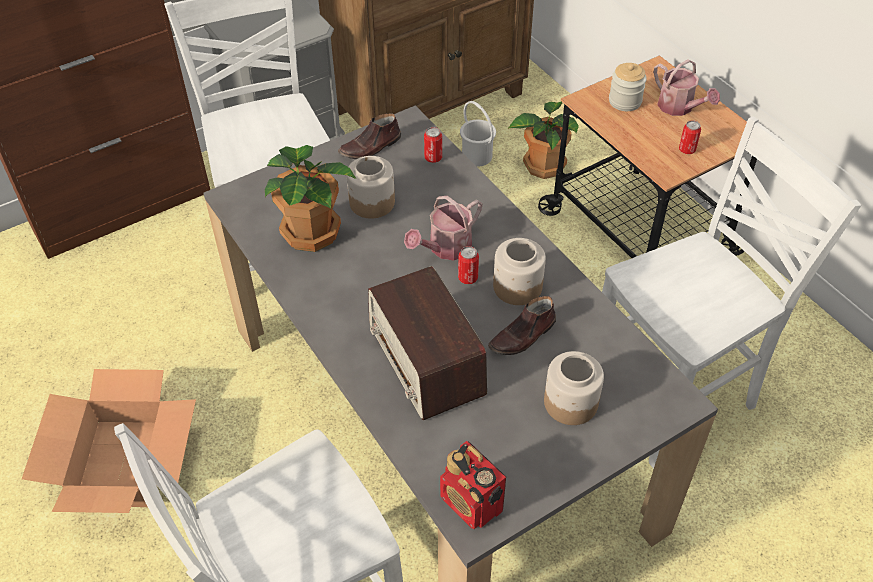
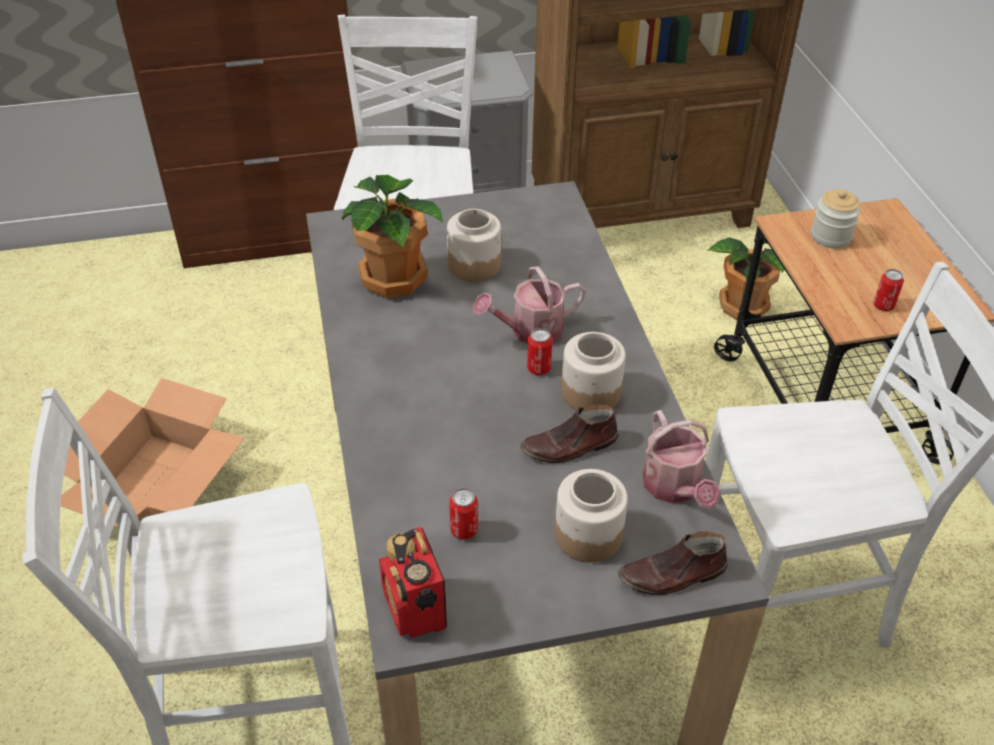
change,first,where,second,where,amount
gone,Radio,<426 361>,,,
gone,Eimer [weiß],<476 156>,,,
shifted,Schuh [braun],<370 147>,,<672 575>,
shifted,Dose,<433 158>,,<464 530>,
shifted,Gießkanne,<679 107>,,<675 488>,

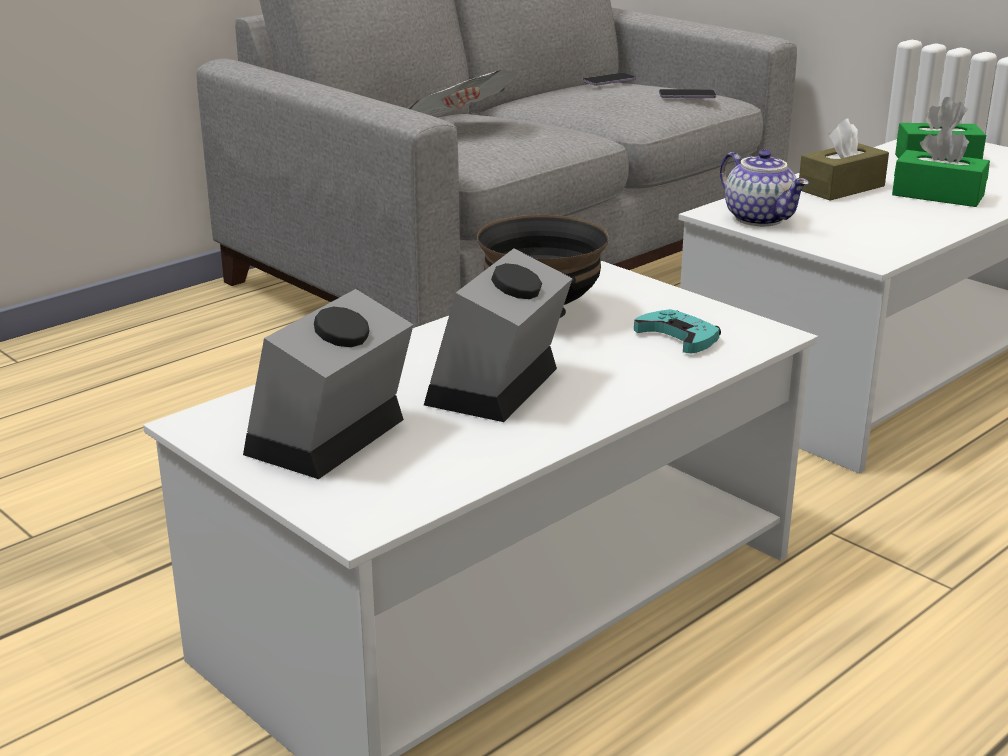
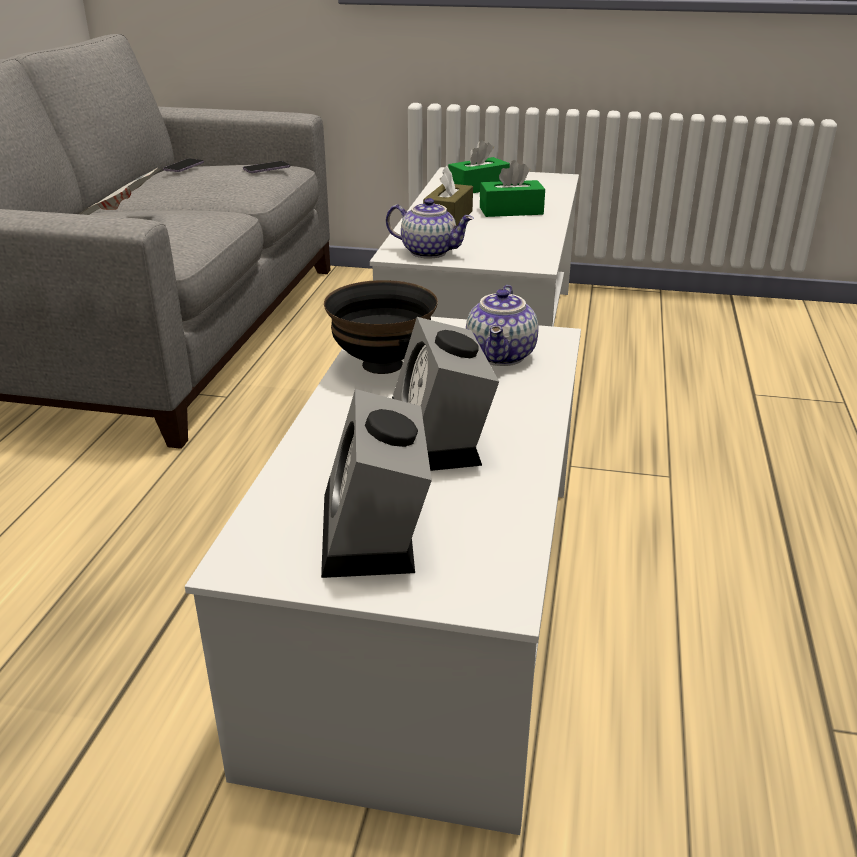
change,first,where,second,where,amount
swapped,Gamepad [türkis],<678 337>,Teekanne,<502 356>,

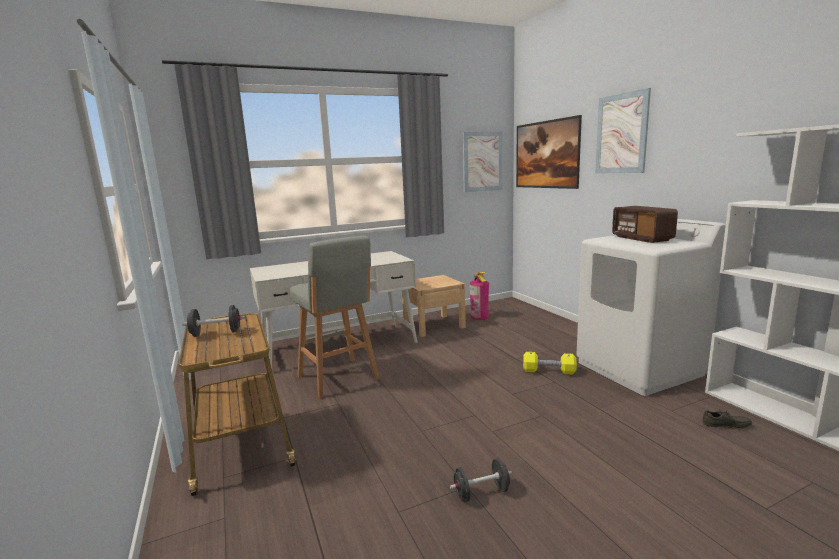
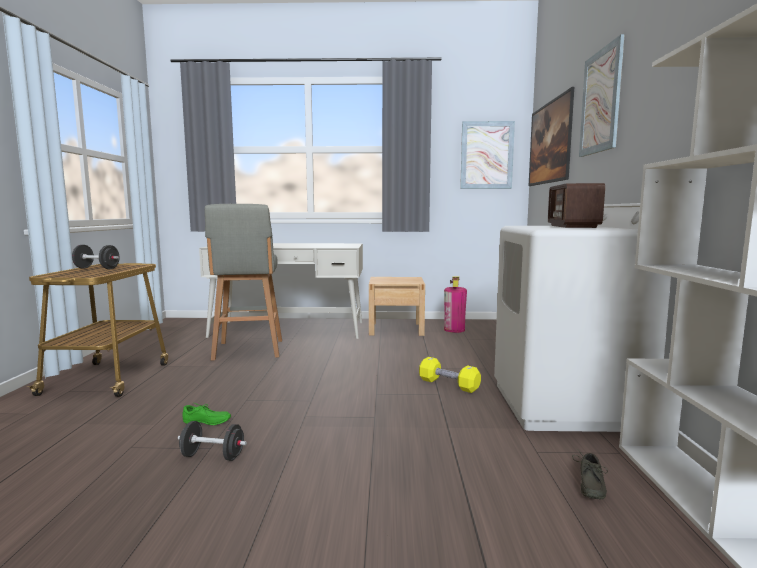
change,first,where,second,where,amount
new,,,Schuh [grün],<206 422>,
rotated,Schuh [grau],<726 426>,,<588 486>,75 degrees clockwise

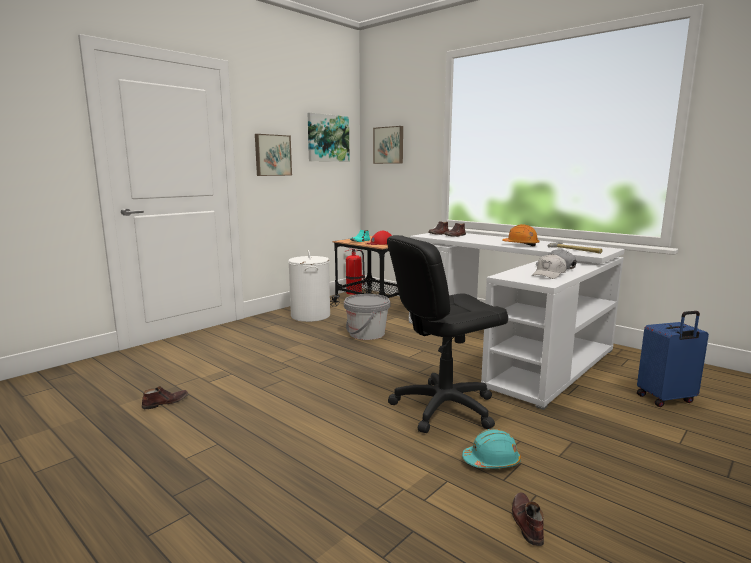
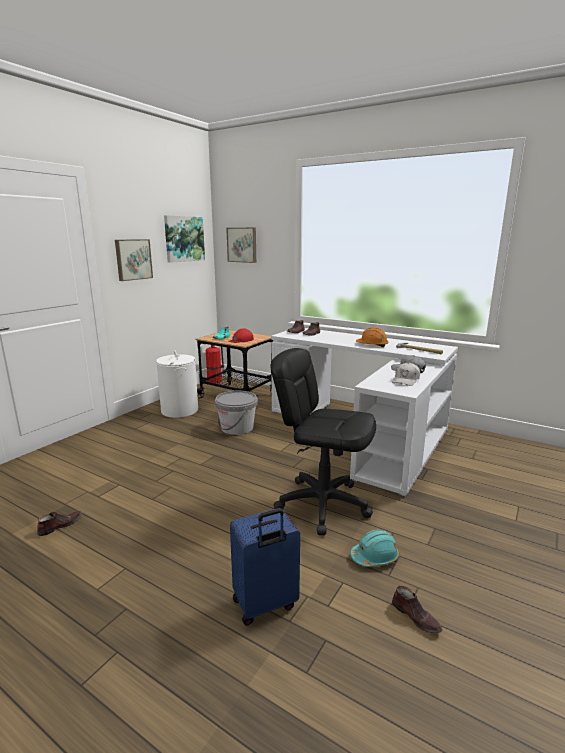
change,first,where,second,where,amount
shifted,Koffer [blau],<666 399>,,<265 605>,
rotated,Bürostuhl [schwarz],<443 408>,,<322 504>,60 degrees clockwise
rotated,Schuh [braun],<526 523>,,<416 617>,150 degrees clockwise

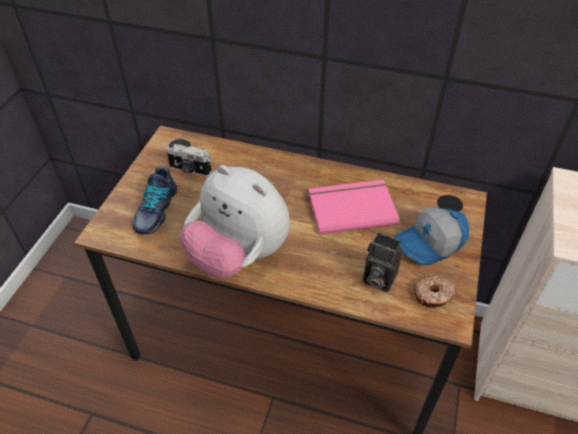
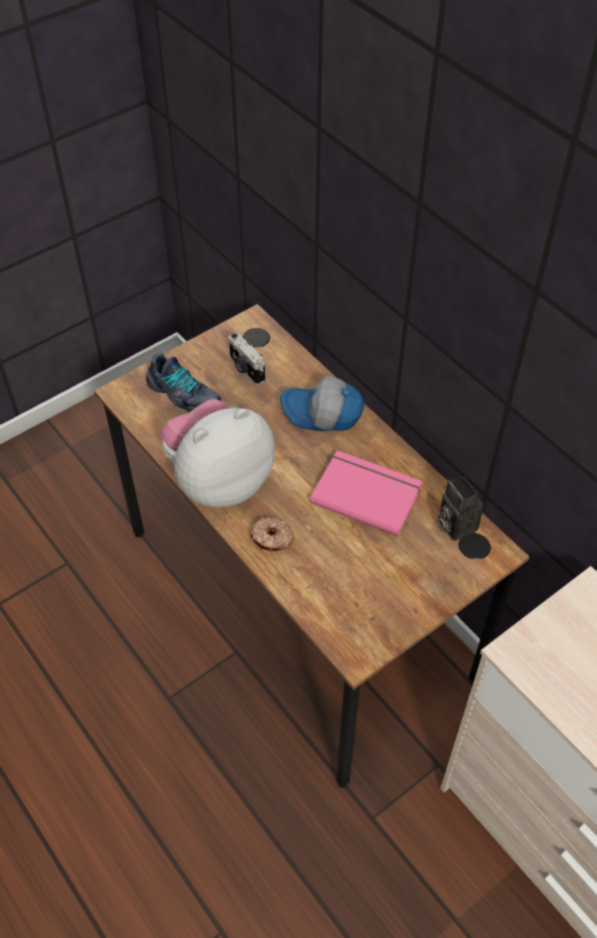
change,first,where,second,where,amount
shifted,Kamera,<377 278>,,<454 524>,
shifted,Kappe,<430 244>,,<322 414>,
shifted,Donut,<433 295>,,<272 538>,
rotated,Schuh,<155 210>,,<183 395>,105 degrees counterclockwise
rotated,Plüschtier,<238 255>,,<219 480>,75 degrees clockwise

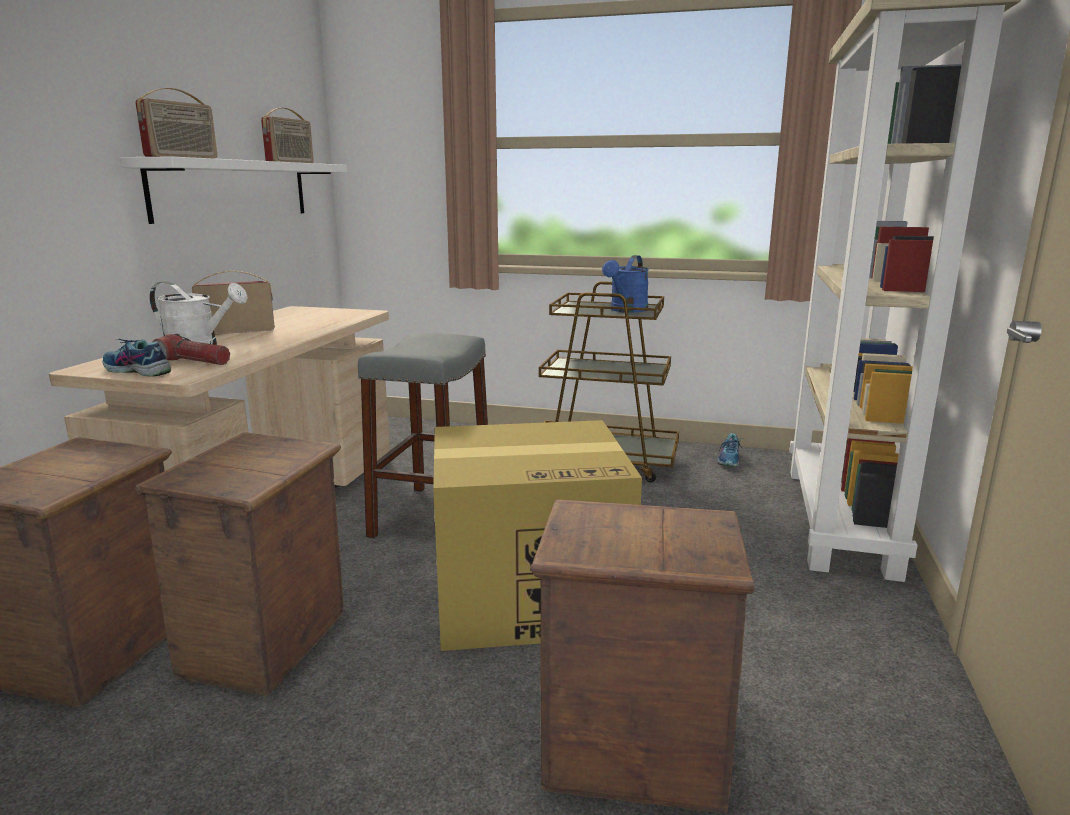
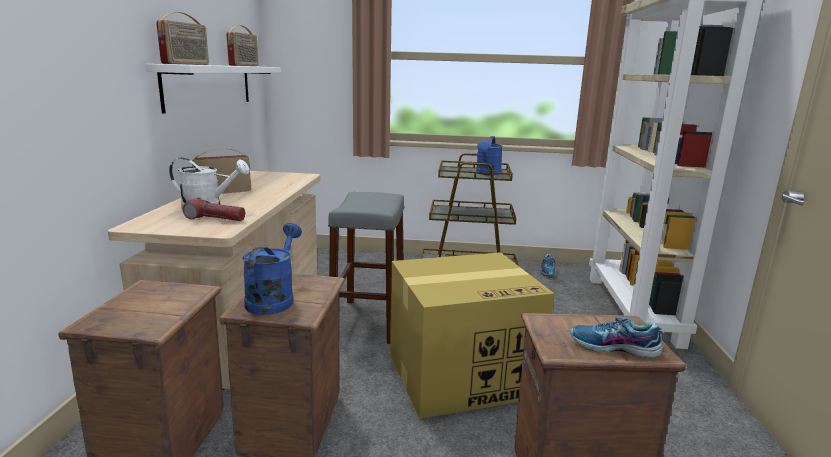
change,first,where,second,where,amount
new,,,Gießkanne [blau],<273 299>,
shifted,Schuh,<136 371>,,<614 348>,

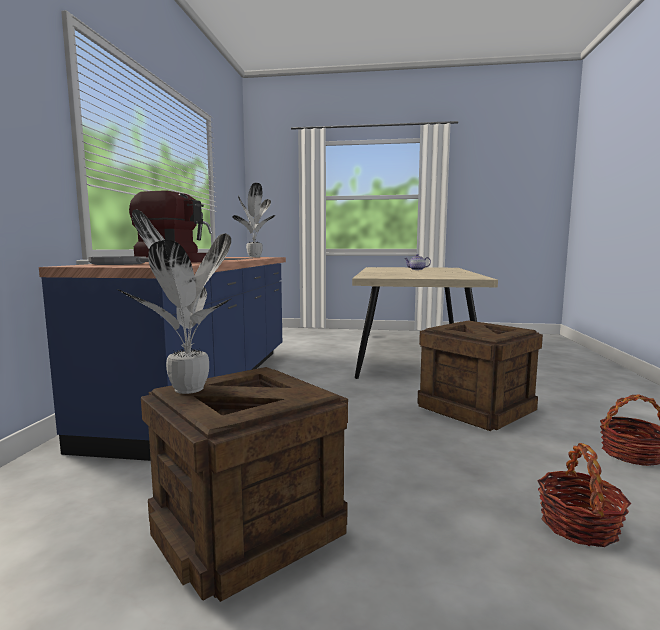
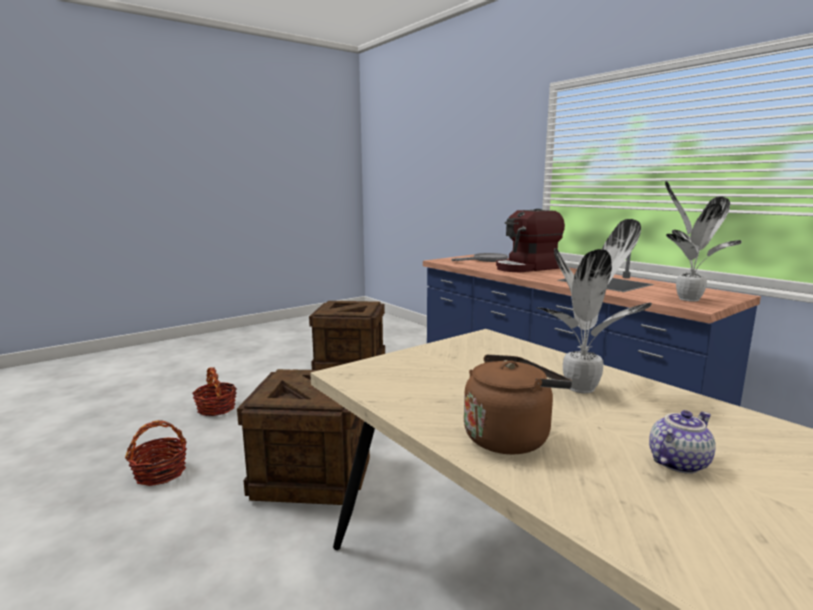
change,first,where,second,where,amount
new,,,Wasserkessel [braun],<509 437>,
shifted,Topfpflanze,<186 389>,,<583 387>,

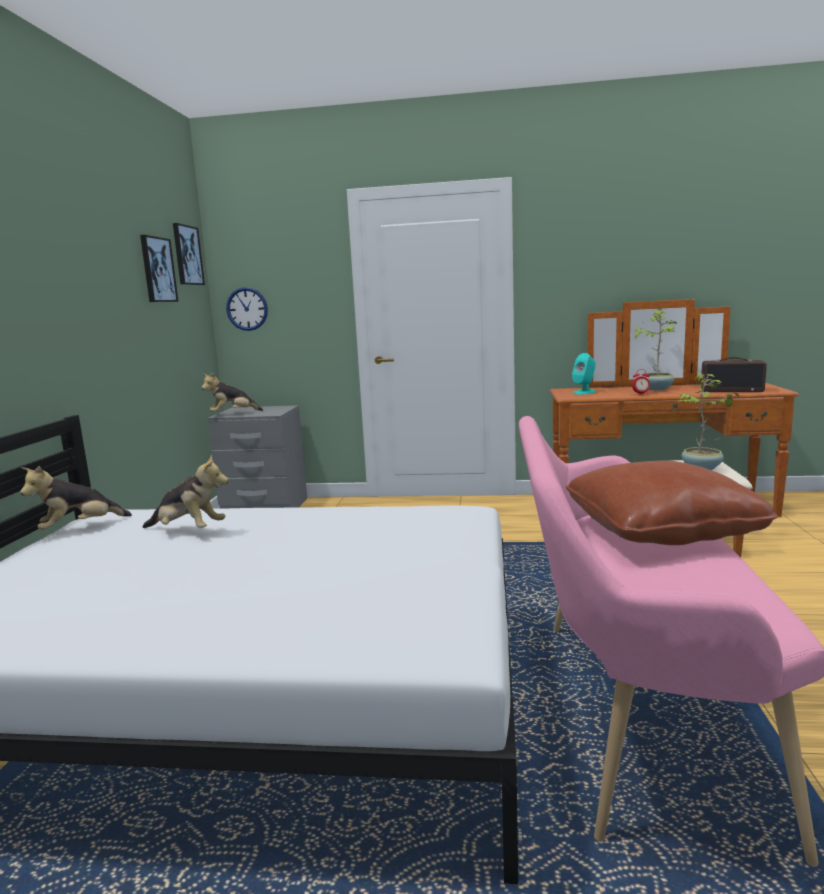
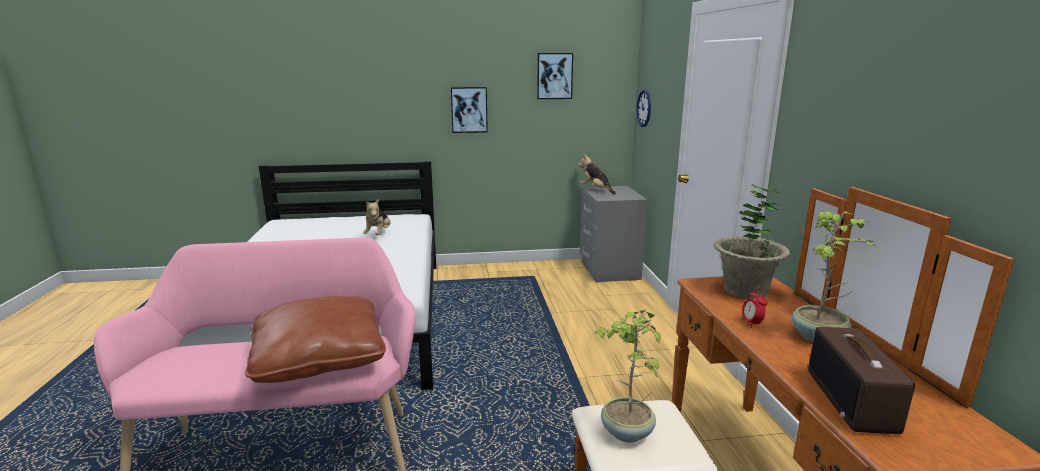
change,first,where,second,where,amount
gone,Plüschtier,<79 528>,,,
shifted,Bild,<187 255>,,<469 109>,
swapped,Lautsprecher [türkis],<584 392>,Topfpflanze,<745 290>,

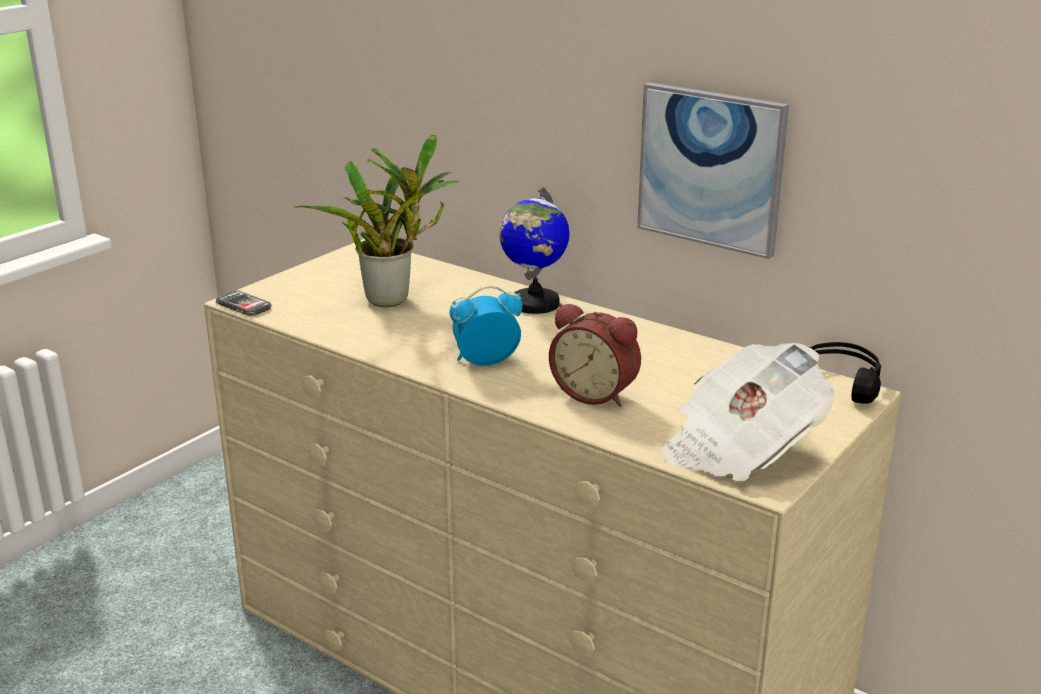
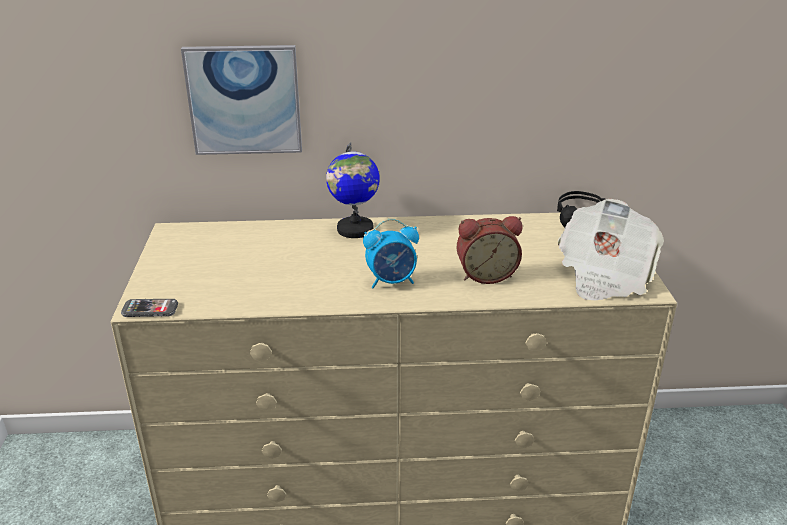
change,first,where,second,where,amount
gone,Topfpflanze,<393 299>,,,
shifted,Bild,<711 168>,,<244 100>,
rotated,Wecker,<485 362>,,<392 281>,135 degrees counterclockwise

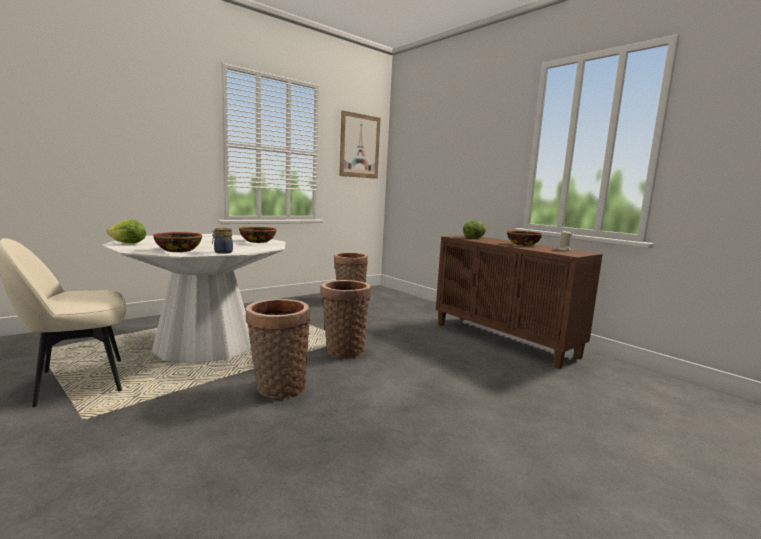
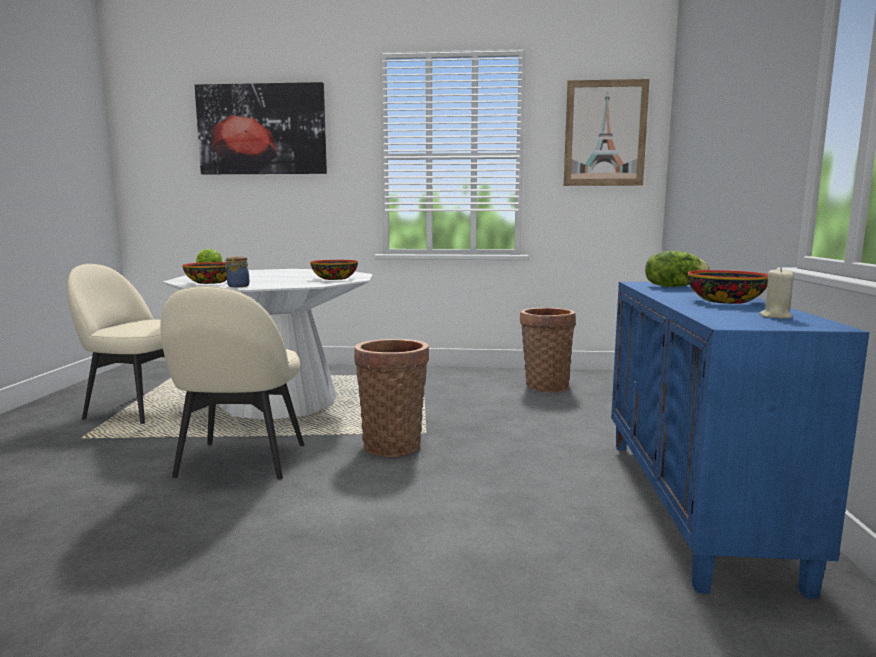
change,first,where,second,where,amount
new,,,Bild,<262 129>,
swapped,Korb,<277 388>,Stuhl [beige],<240 462>,
repainted,Schrank [braun],<505 339>,Schrank [blau],<695 505>,

